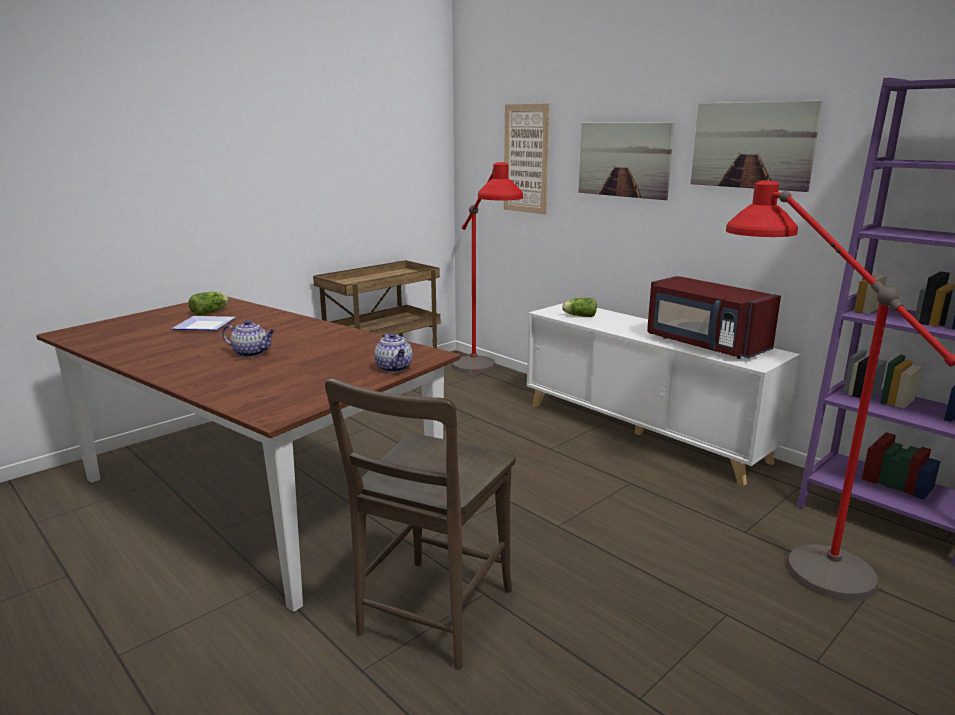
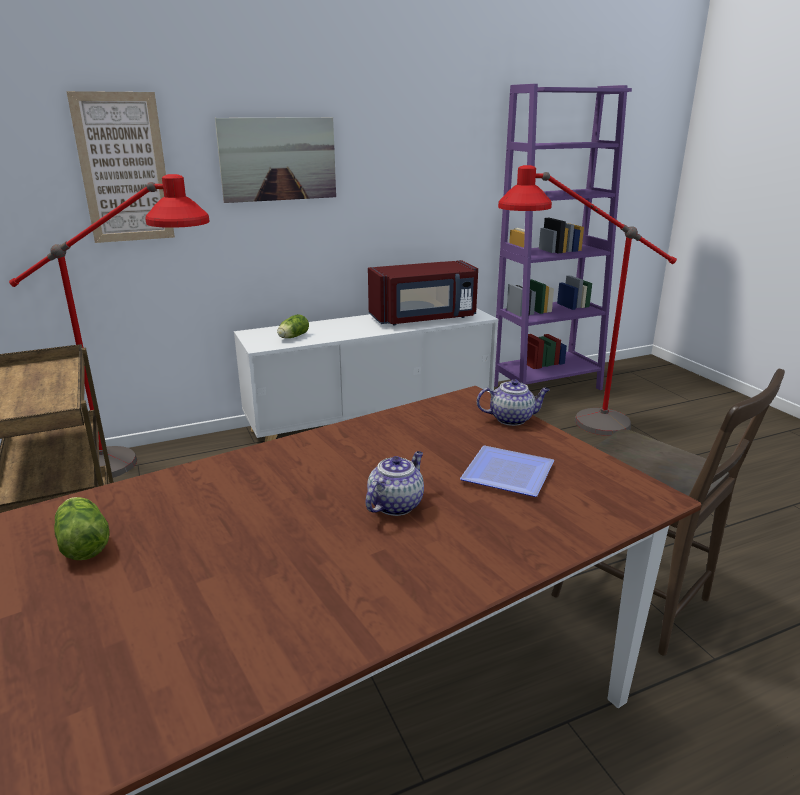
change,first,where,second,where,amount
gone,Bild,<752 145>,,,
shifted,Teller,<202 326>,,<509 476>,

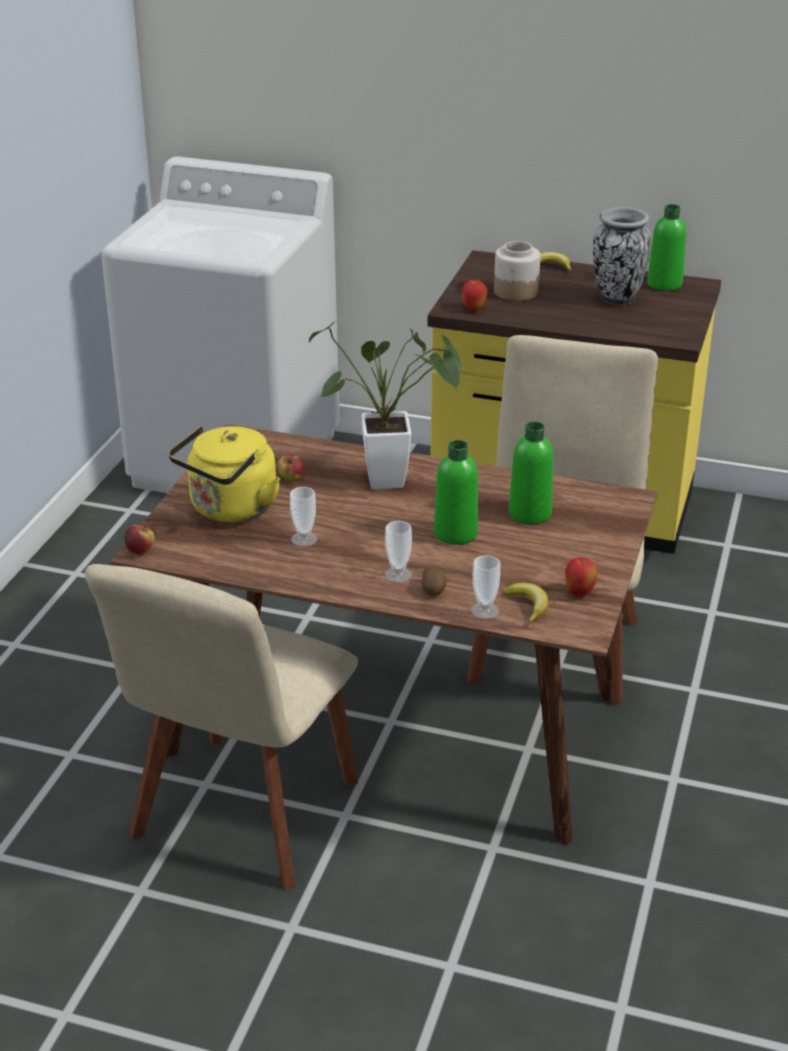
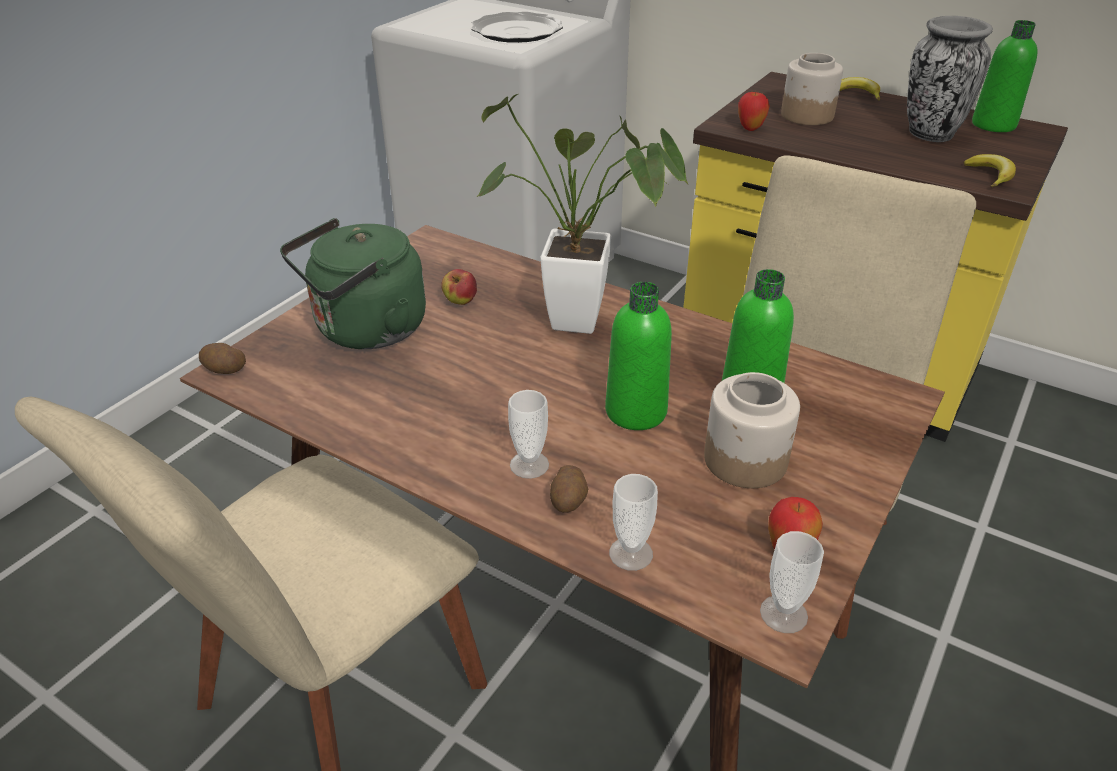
change,first,where,second,where,amount
new,,,Teller,<516 31>,
new,,,Vorratsglas,<746 460>,
shifted,Tasse,<304 539>,,<783 614>,
shifted,Banane,<528 606>,,<990 176>,
swapped,Apfel,<140 551>,Kartoffel,<224 370>,
repainted,Wasserkessel [gelb],<230 510>,Wasserkessel [grün],<365 331>,

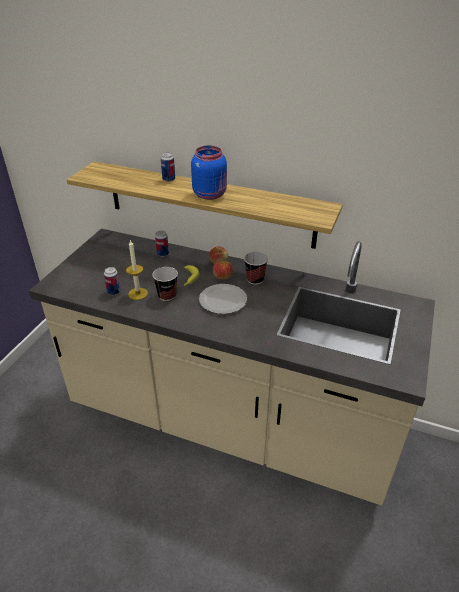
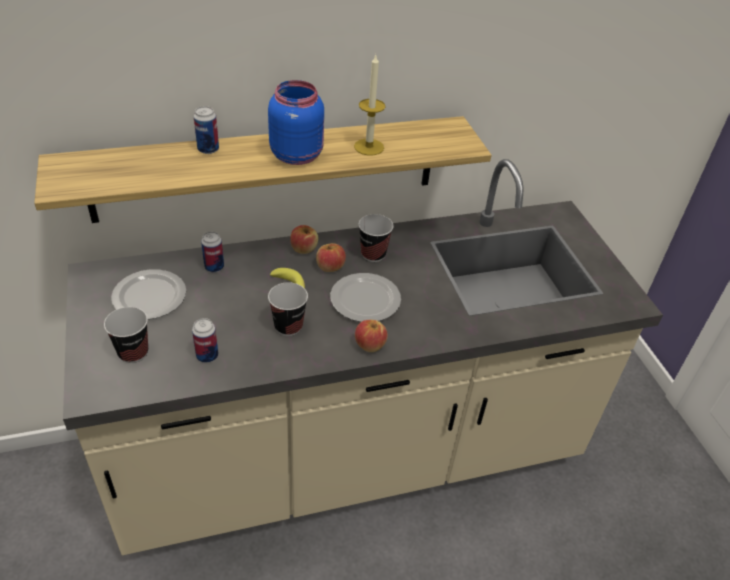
change,first,where,second,where,amount
new,,,Tasse,<133 352>,
new,,,Teller,<148 297>,
new,,,Apfel,<370 344>,
shifted,Kerze,<138 293>,,<369 147>,

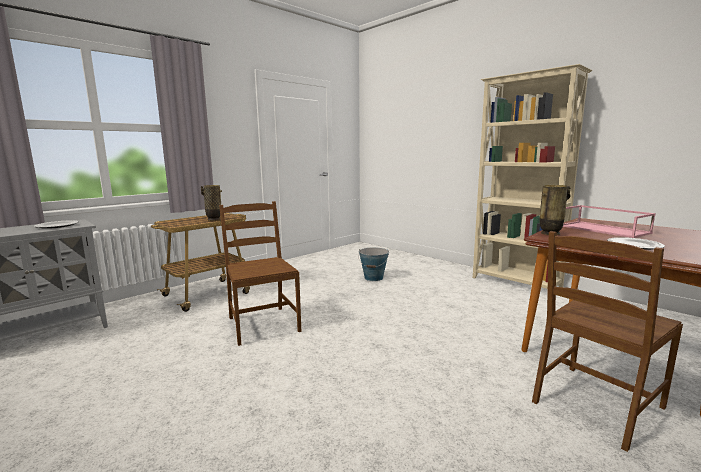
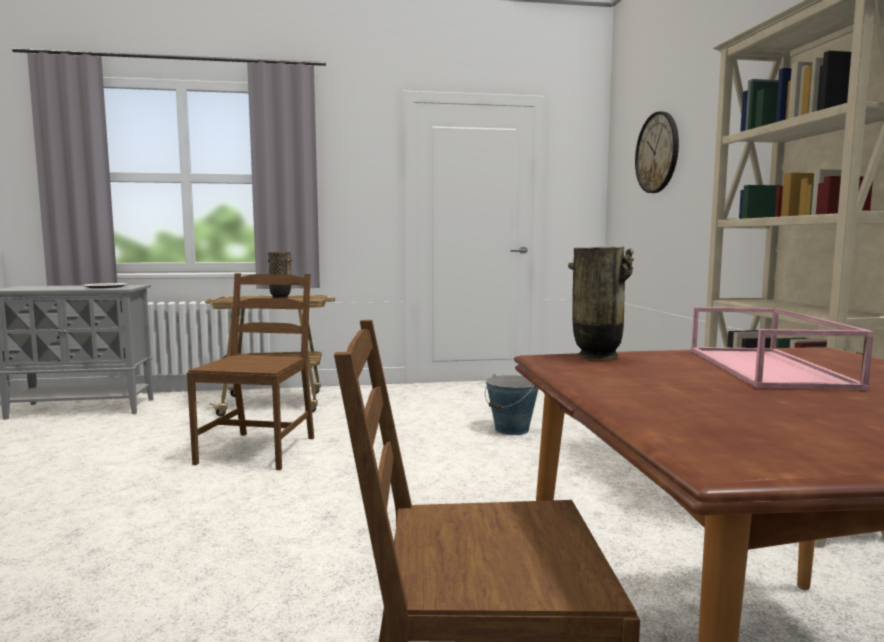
change,first,where,second,where,amount
gone,Teller,<633 245>,,,
new,,,Wanduhr,<657 153>,

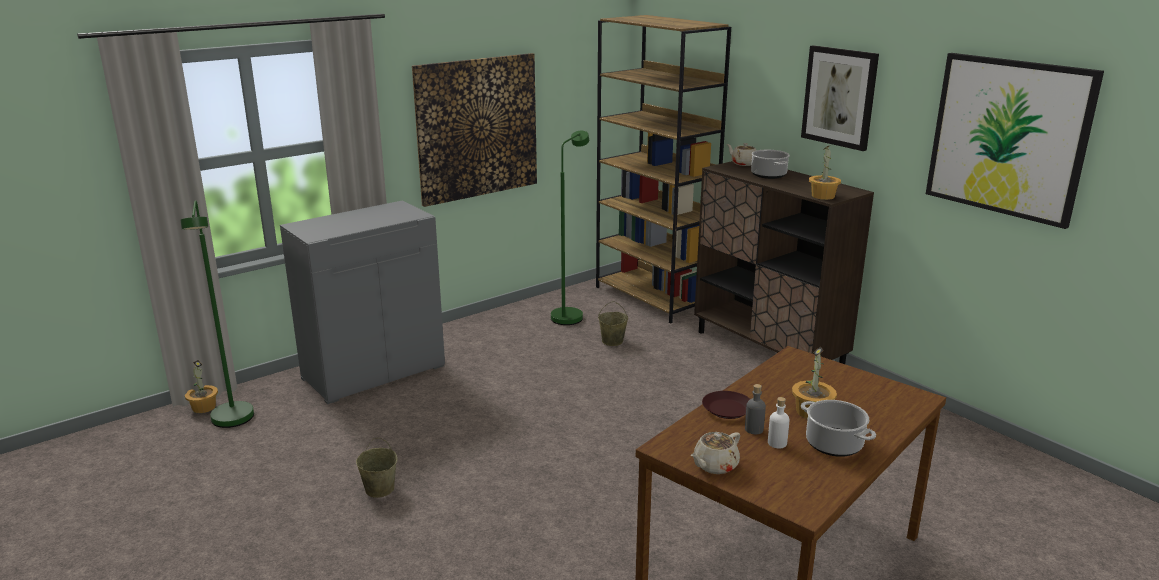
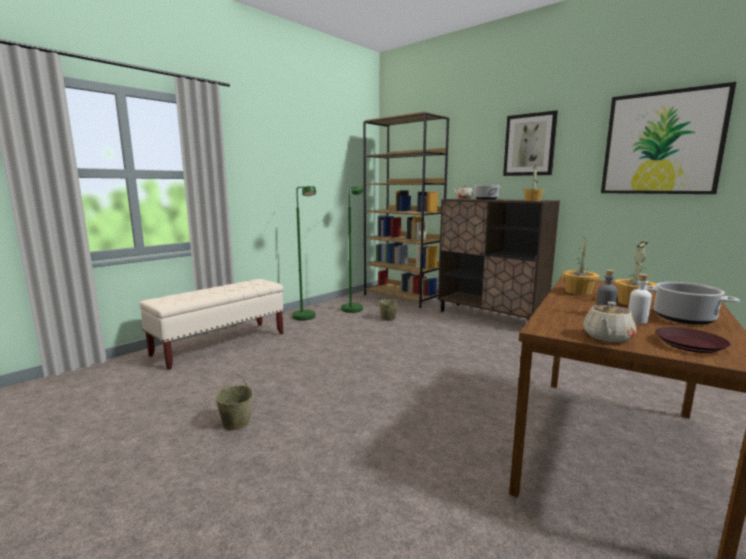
change,first,where,second,where,amount
gone,Bild,<477 128>,,,
shifted,Stehlampe [grün],<233 423>,,<306 318>,
shifted,Topfpflanze,<203 407>,,<577 292>,
shifted,Teller [braun],<728 409>,,<690 344>,
swapped,Schrank [grau],<374 371>,Bank [beige],<221 344>,

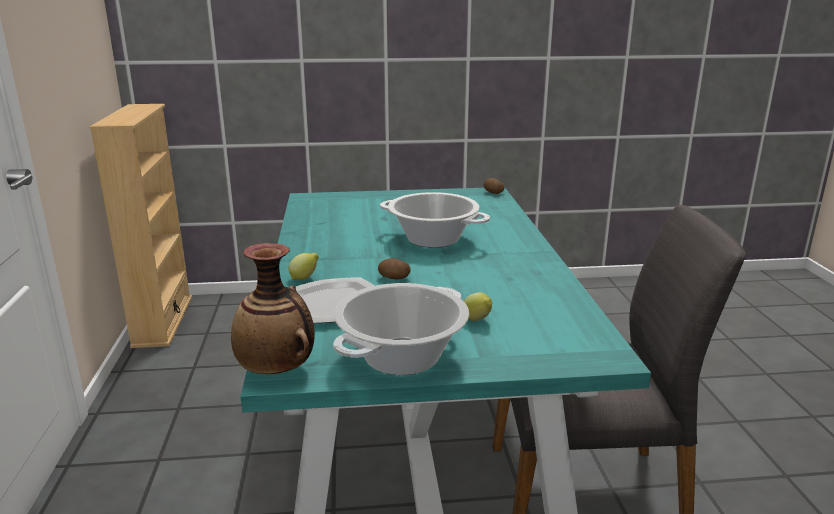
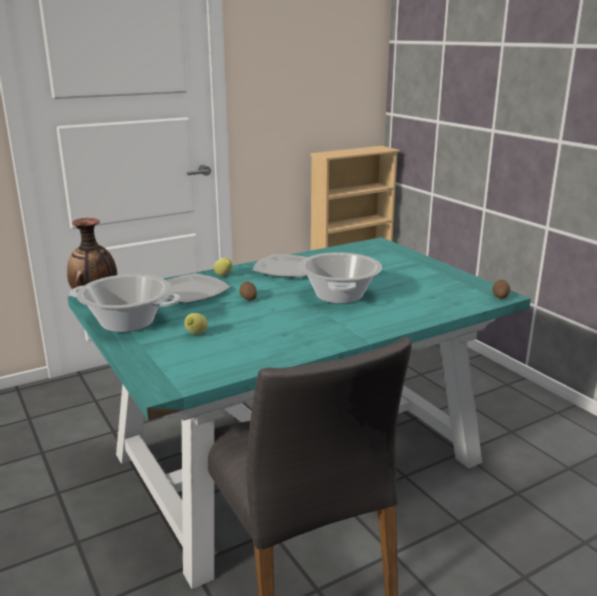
change,first,where,second,where,amount
new,,,Teller,<286 268>,

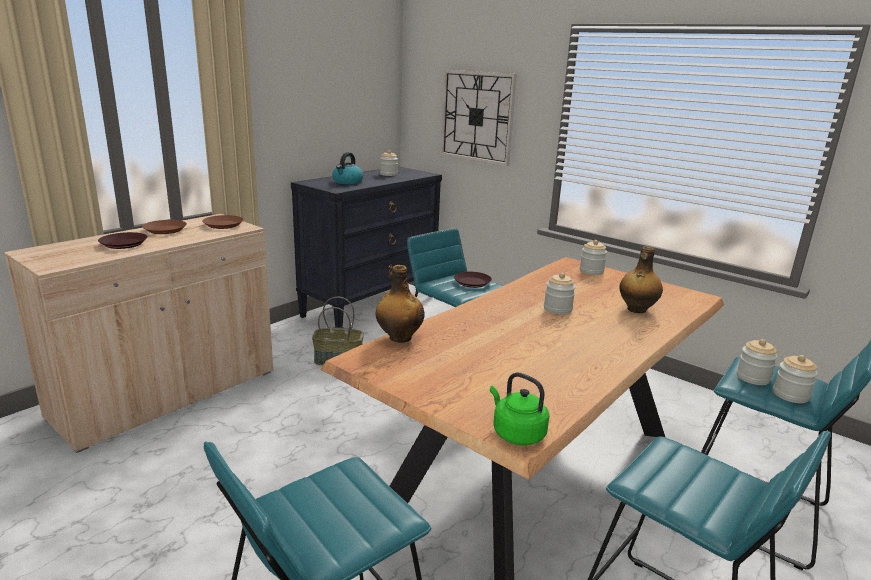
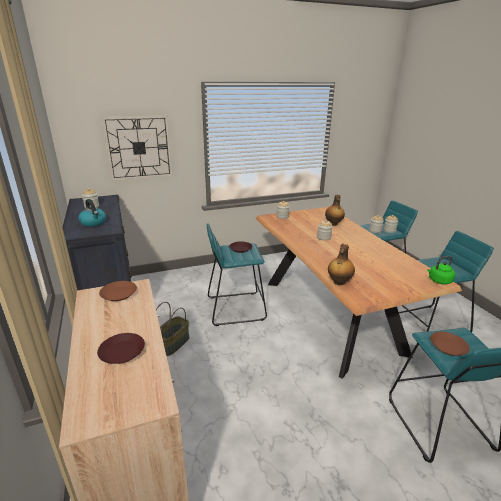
change,first,where,second,where,amount
shifted,Teller [braun],<165 230>,,<448 346>,

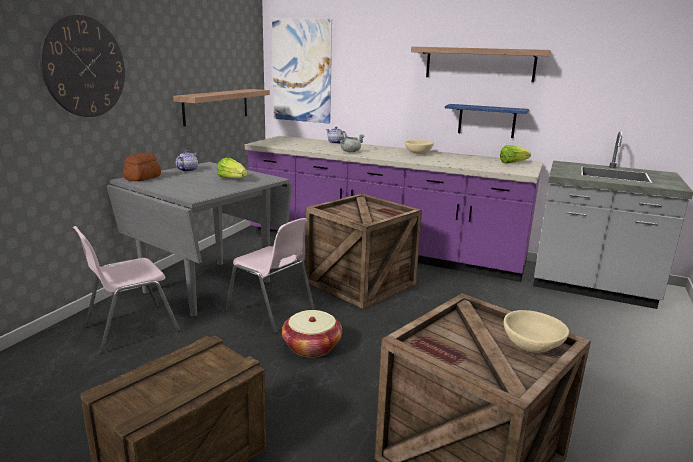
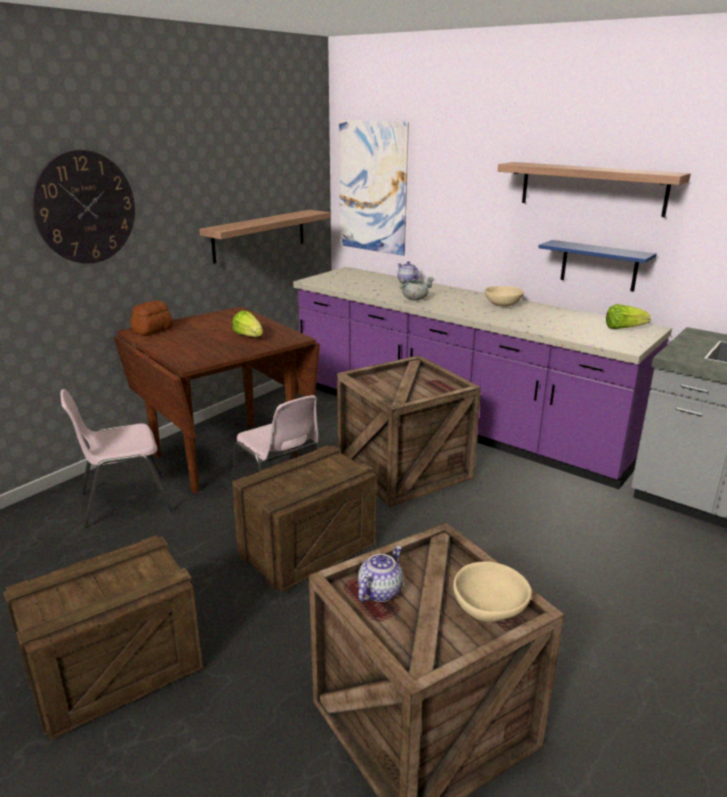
change,first,where,second,where,amount
shifted,Teekanne,<187 170>,,<380 591>,
swapped,Korb,<311 346>,Kiste,<307 549>,
repainted,Esstisch [grau],<209 286>,Esstisch [braun],<226 456>,

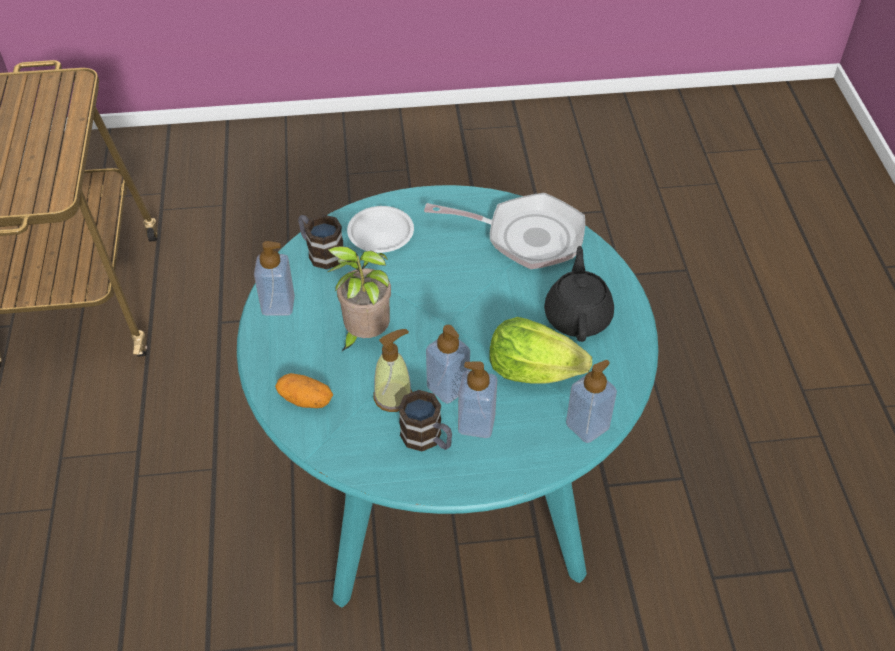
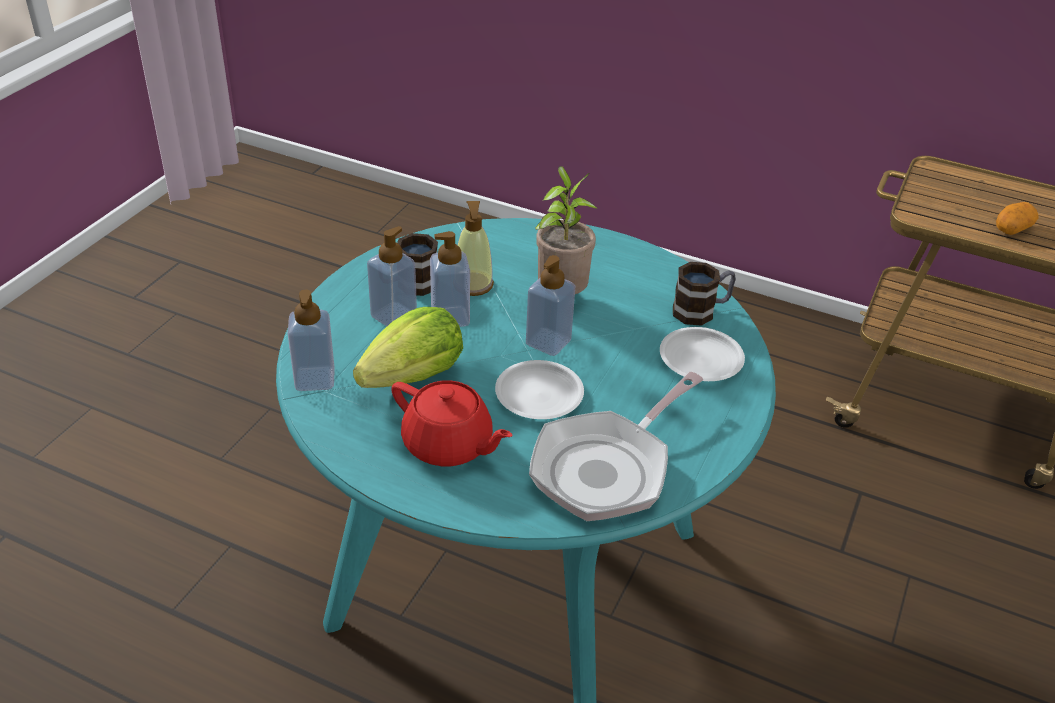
change,first,where,second,where,amount
new,,,Teller [weiß],<539 396>,
shifted,Seifenspender,<278 305>,,<548 342>,
shifted,Kartoffel,<305 399>,,<1012 229>,
repainted,Teekanne [schwarz],<578 316>,Teekanne [rot],<449 445>,

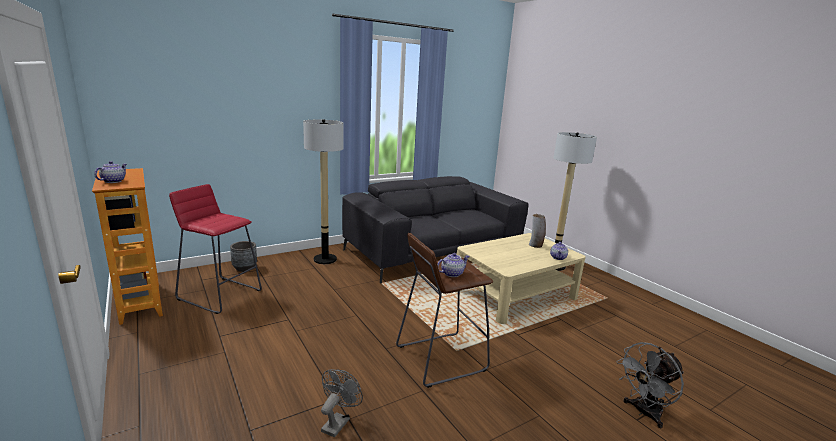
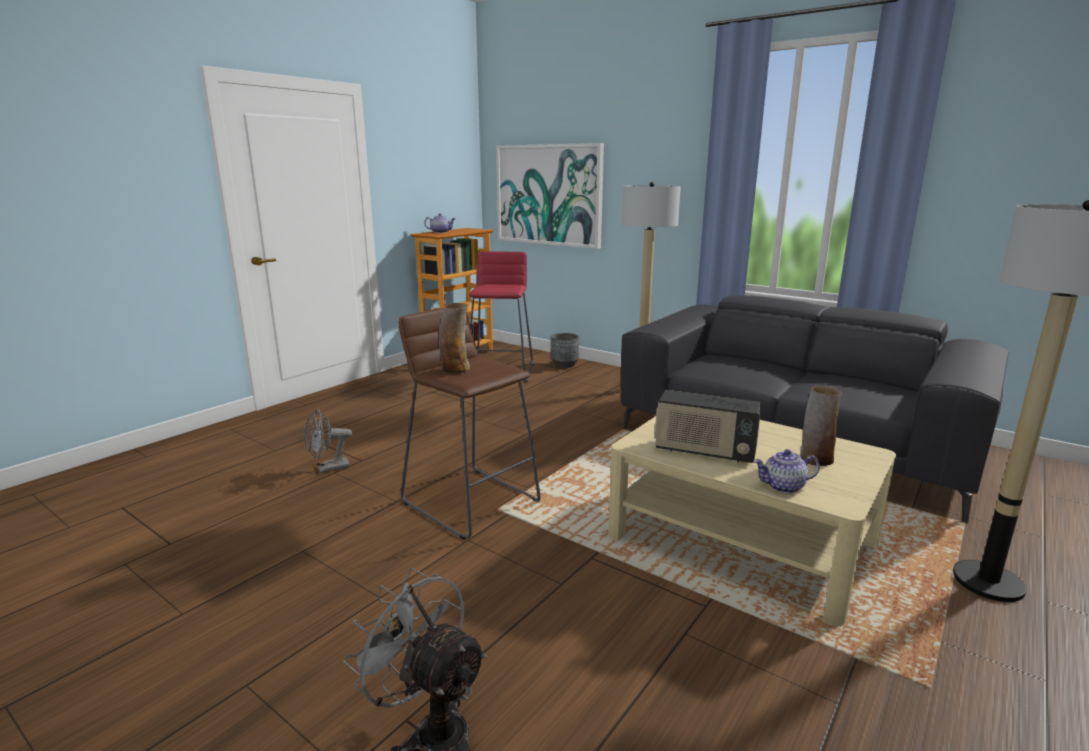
change,first,where,second,where,amount
new,,,Bild,<548 195>,
new,,,Radio,<704 452>,
swapped,Teekanne,<452 273>,Vase,<455 369>,
rotated,Ventilator [grau],<338 422>,,<328 468>,150 degrees clockwise

